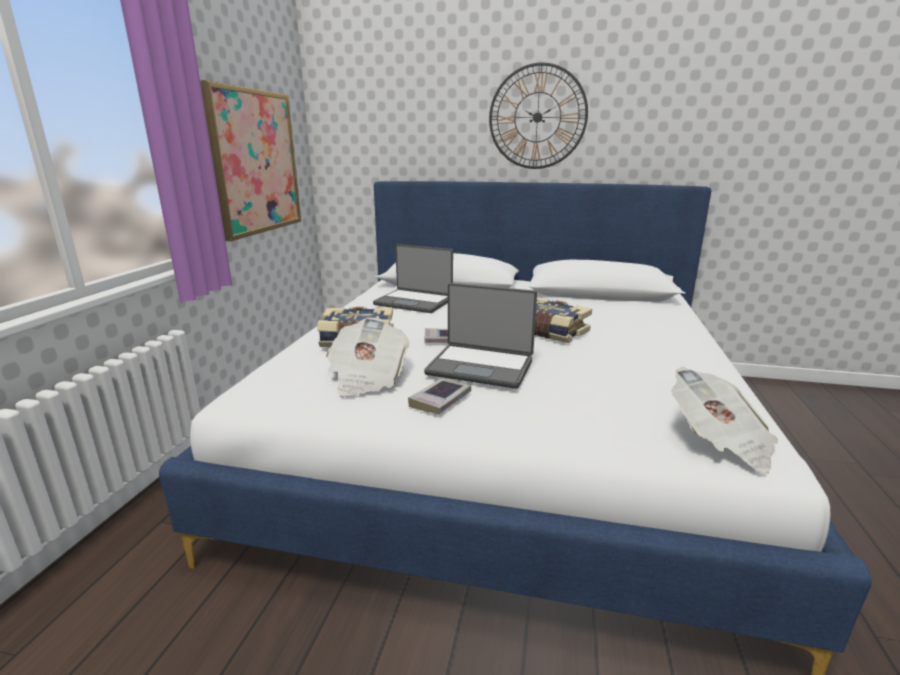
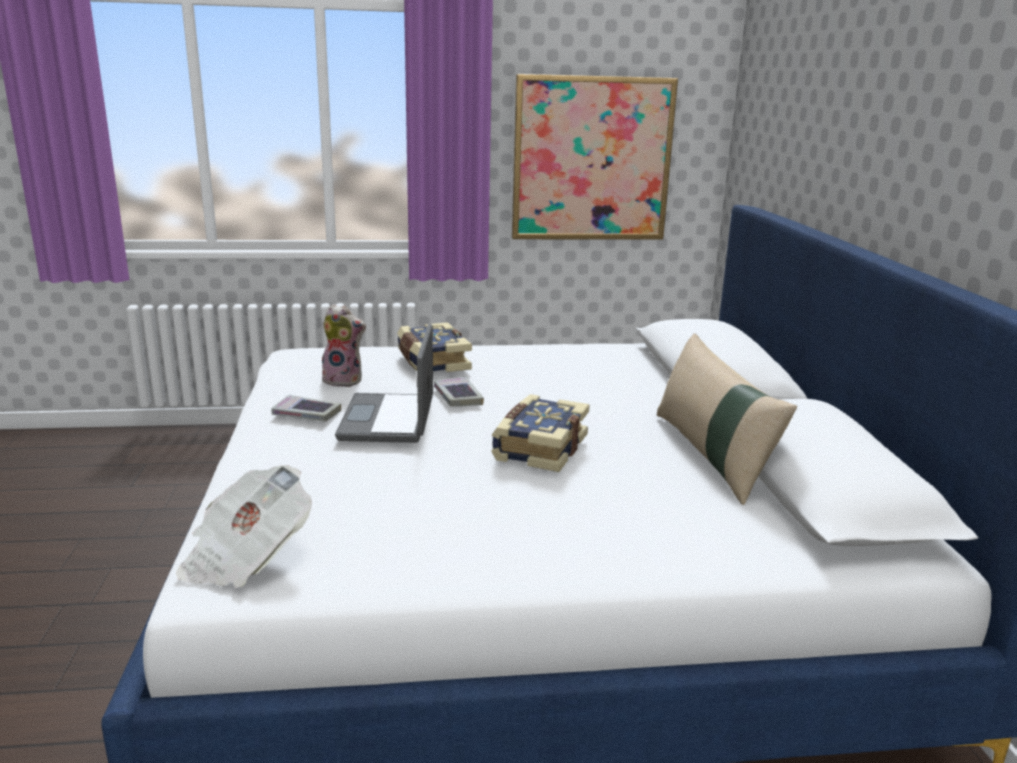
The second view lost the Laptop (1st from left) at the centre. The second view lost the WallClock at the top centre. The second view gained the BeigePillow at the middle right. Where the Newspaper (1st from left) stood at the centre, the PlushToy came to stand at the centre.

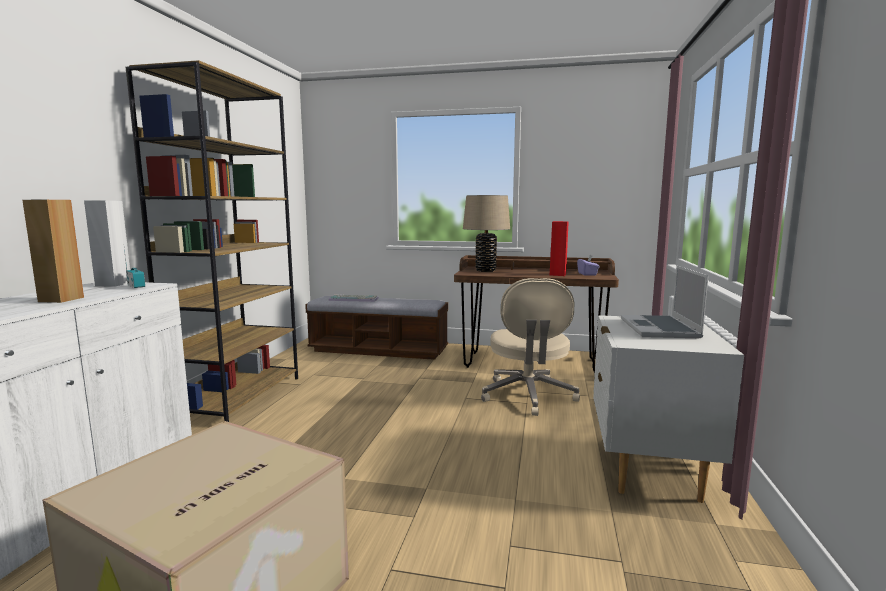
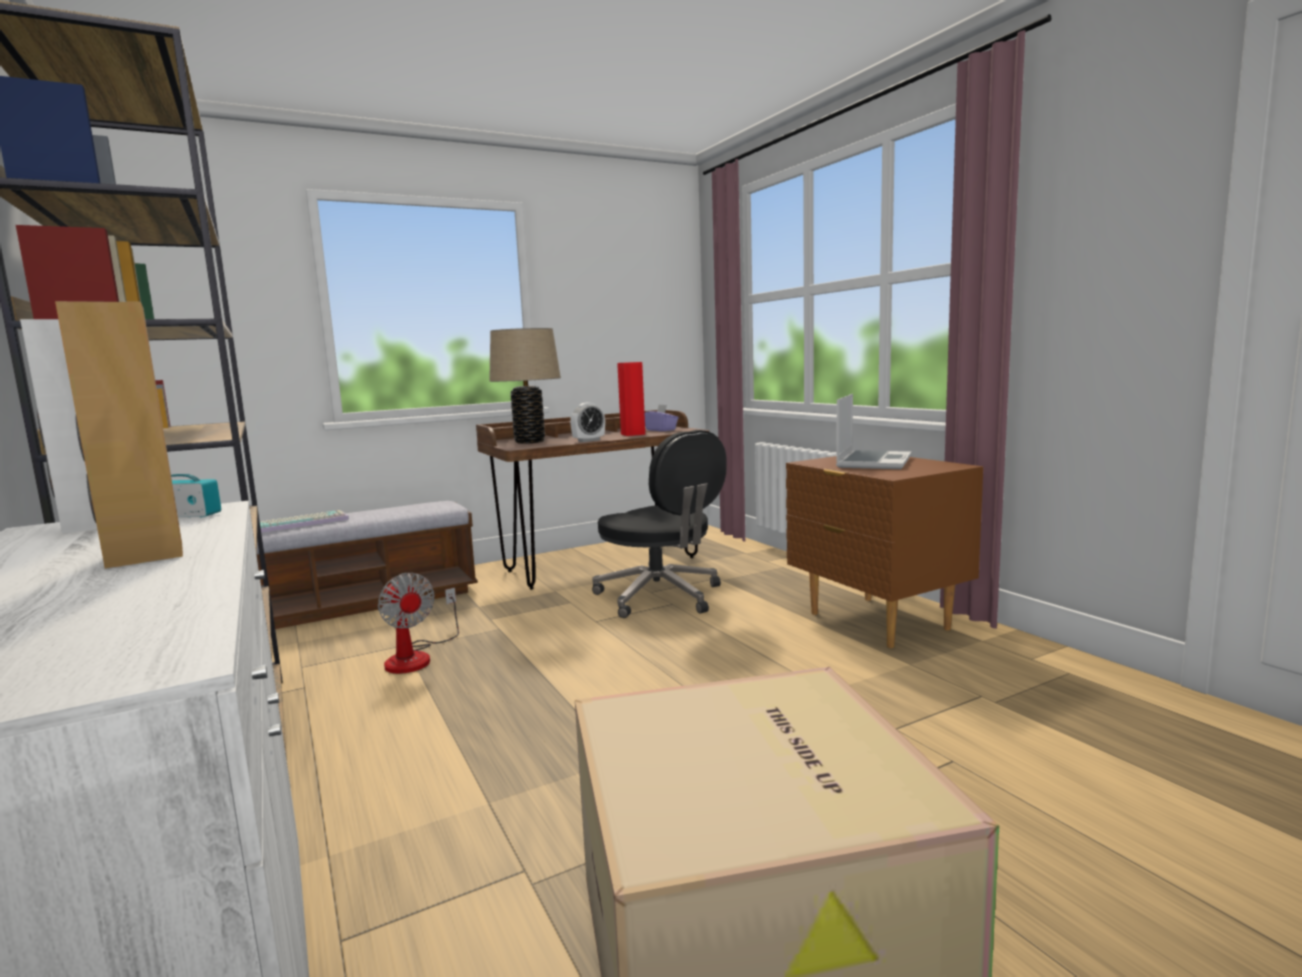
The second view gained the Fan at the middle left. The second view gained the AlarmClock at the centre. What was the BeigeOfficeChair at the centre turned into the BlackOfficeChair at the centre. What was the WhiteNightstand at the bottom right turned into the BrownNightstand at the middle right. The Laptop at the middle right ended up facing another way, 120 degrees counterclockwise from before.

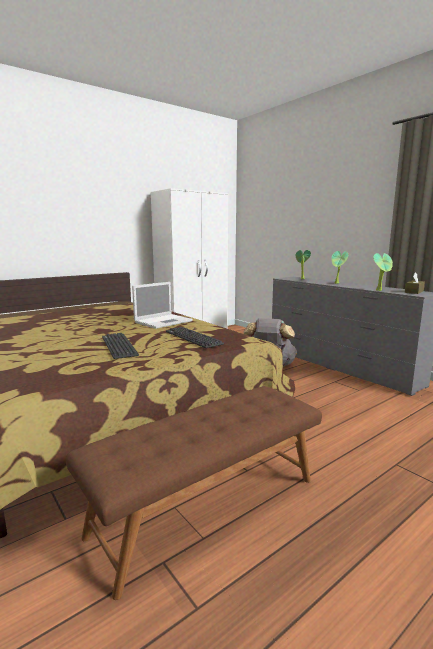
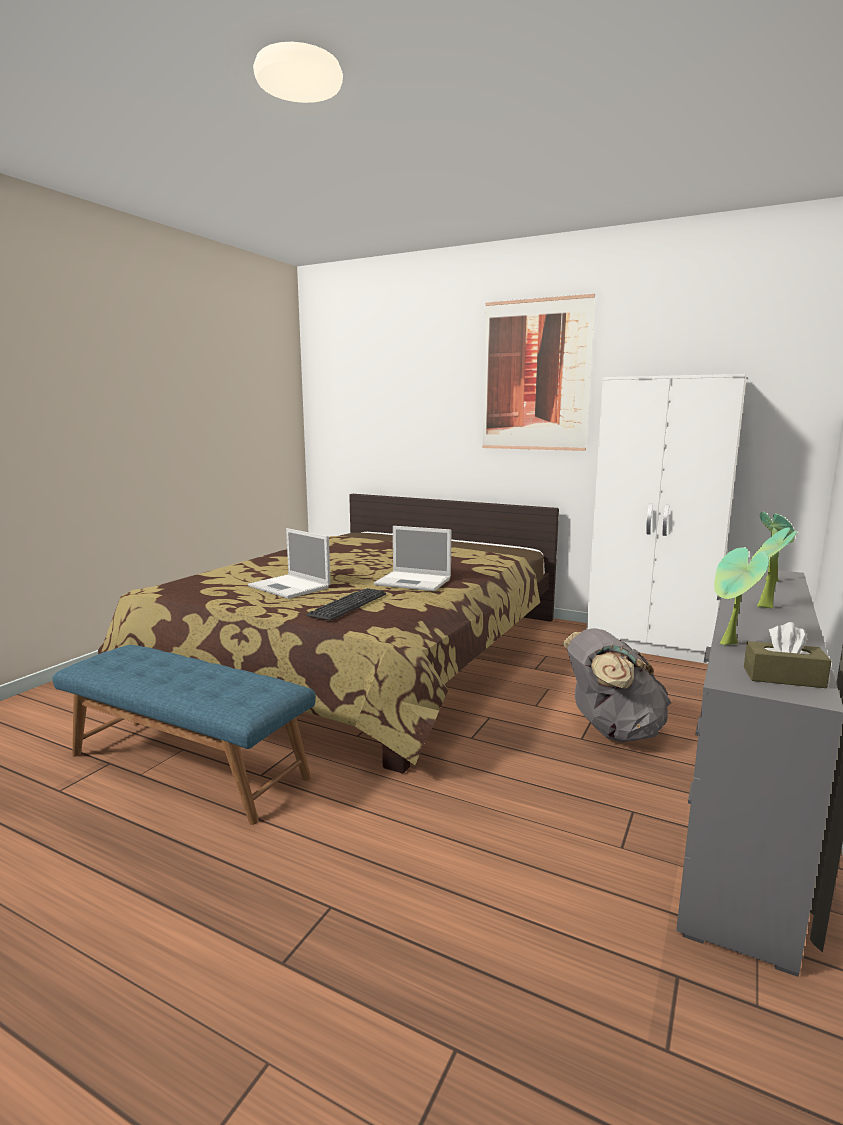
The second view gained the Picture at the top centre. Where the Keyboard (1st from left) stood at the middle left, the Laptop (1st from left) came to stand at the centre. What was the BrownBench at the bottom centre turned into the BlueBench at the middle left.

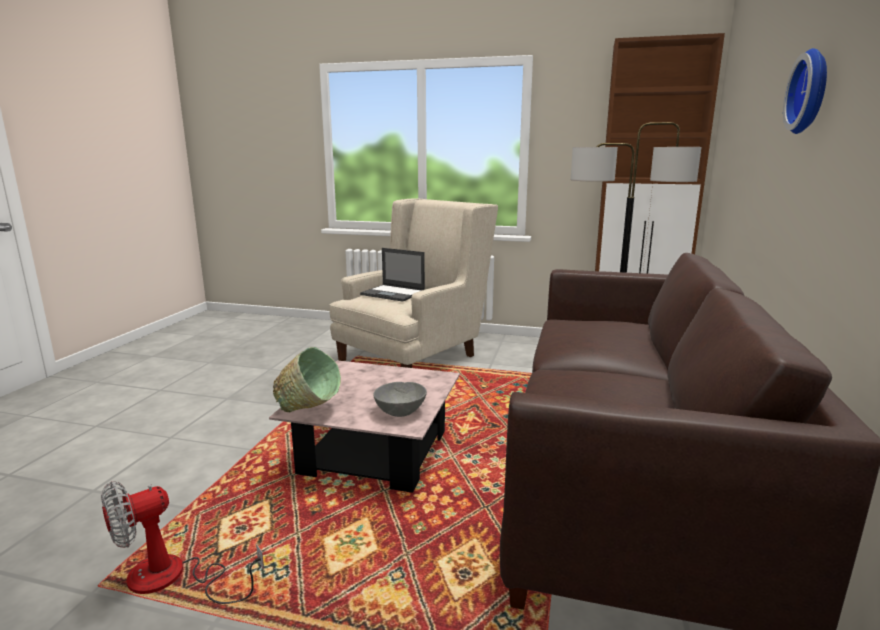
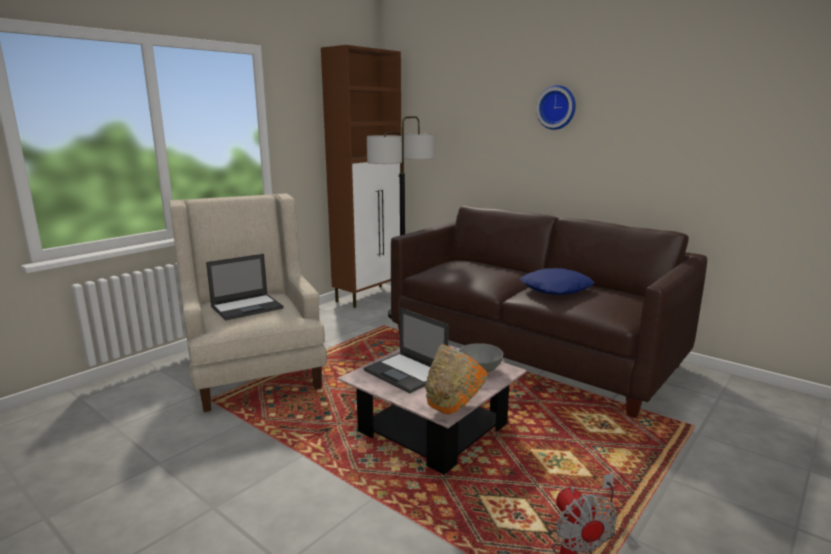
The second view gained the Laptop (2nd from left) at the centre. The second view gained the BluePillow at the middle right. What was the GreenBowl at the centre turned into the OrangeBowl at the bottom centre.

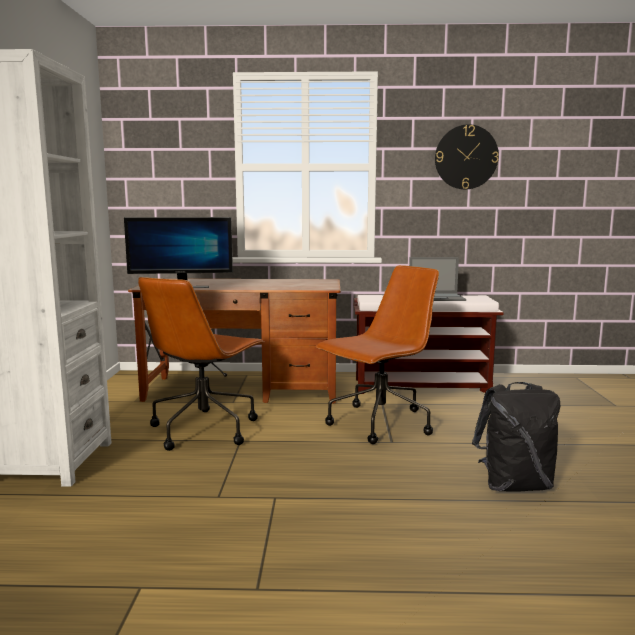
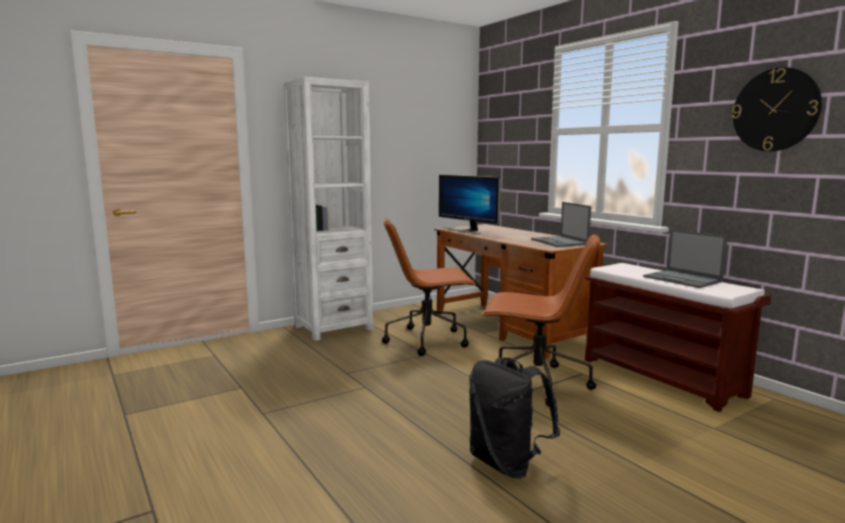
The second view gained the Laptop (1st from left) at the centre.

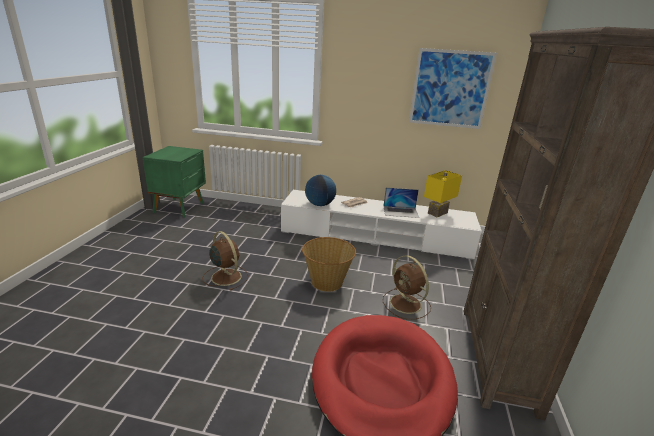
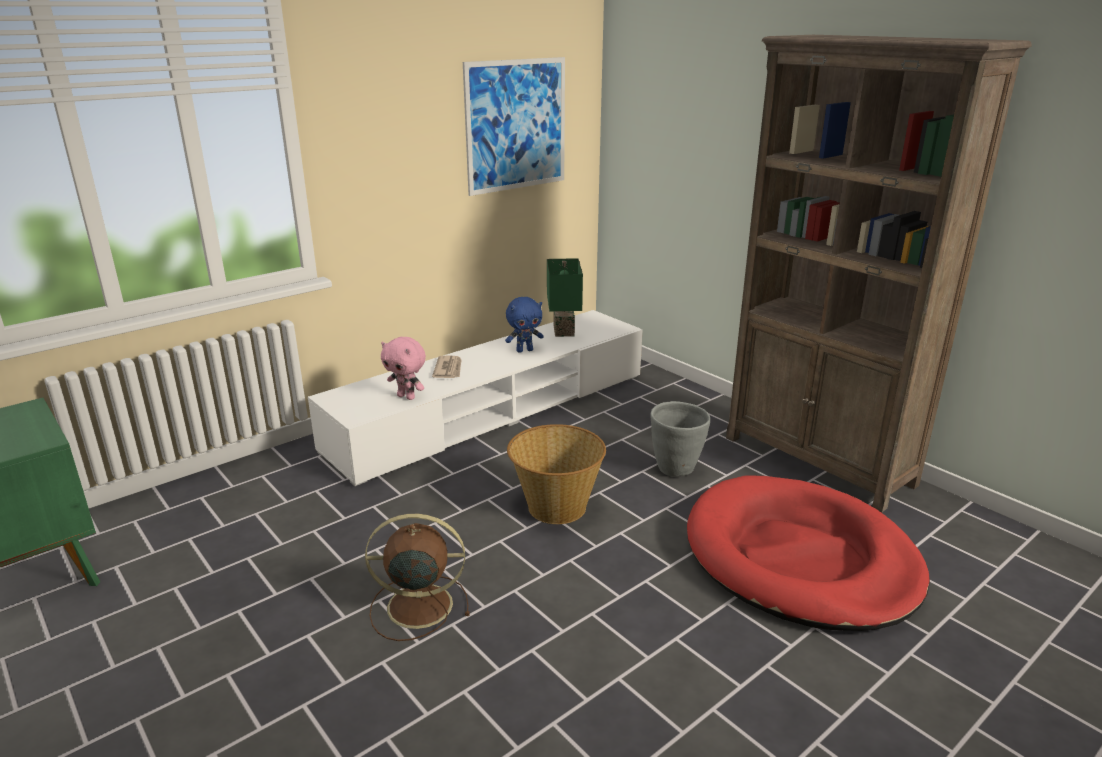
Where the Globe stood at the centre, the PinkPlushToy came to stand at the centre. Where the Laptop stood at the centre, the BluePlushToy came to stand at the centre. Where the BrownFan (2nd from left) stood at the centre, the GreyPlanter came to stand at the centre. What was the YellowTableLamp at the middle right turned into the GreenTableLamp at the centre.

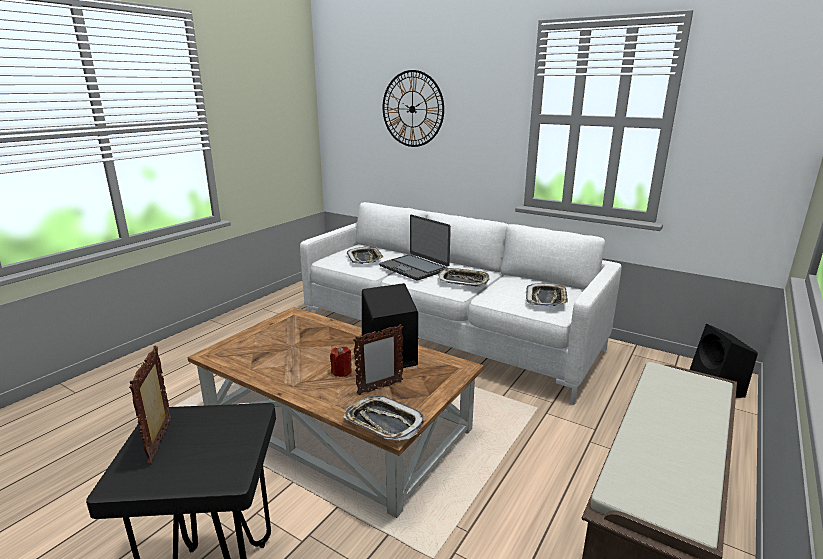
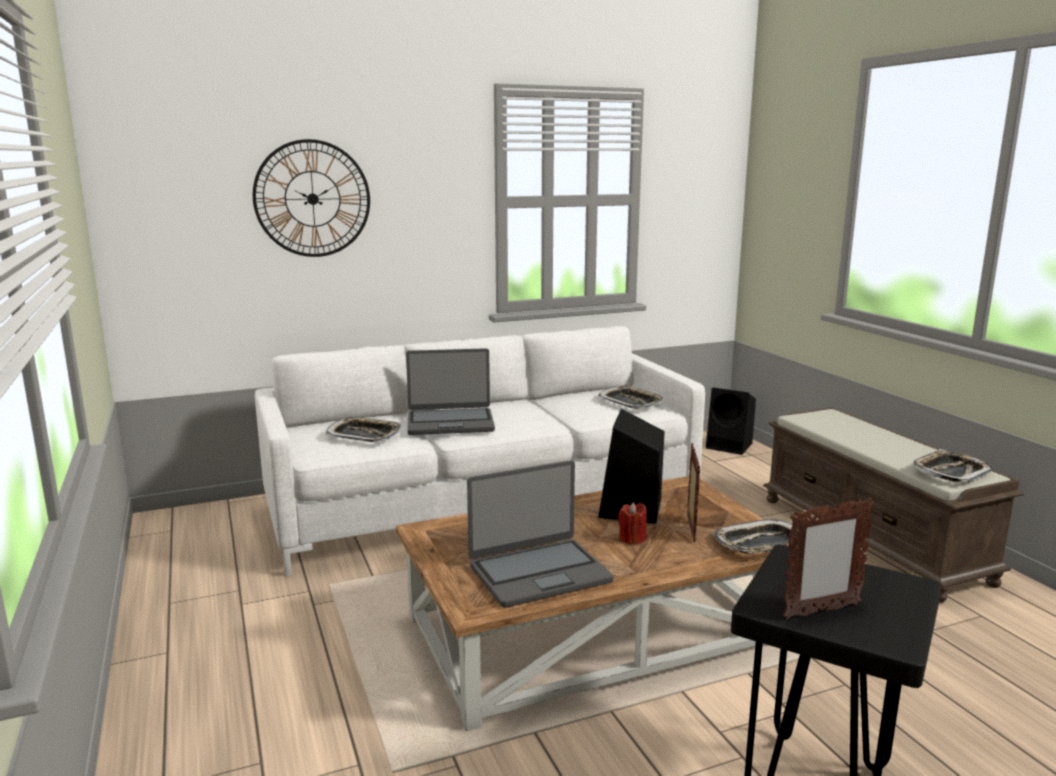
The second view gained the Laptop (2nd from left) at the bottom centre. The Tray (3rd from left in the first image) ended up elsewhere, having gone from the centre to the middle right. The PictureFrame (1st from left in the first image) at the bottom left ended up facing another way, 45 degrees counterclockwise from before.

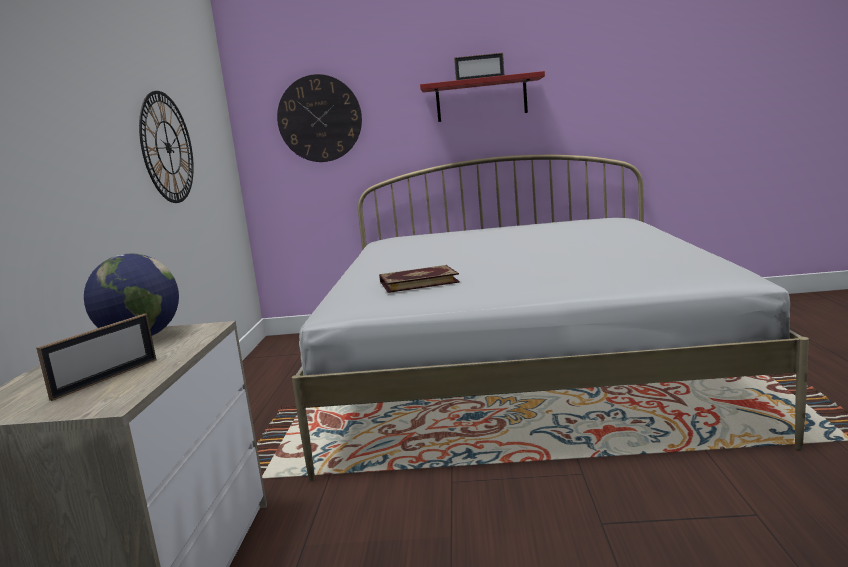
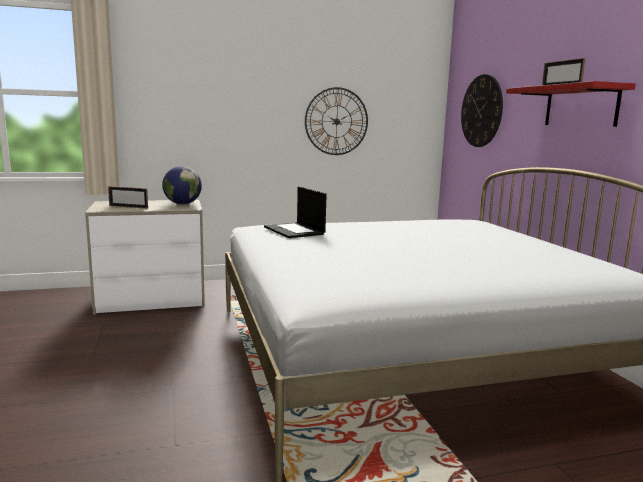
Where the Book stood at the centre, the Laptop came to stand at the centre.

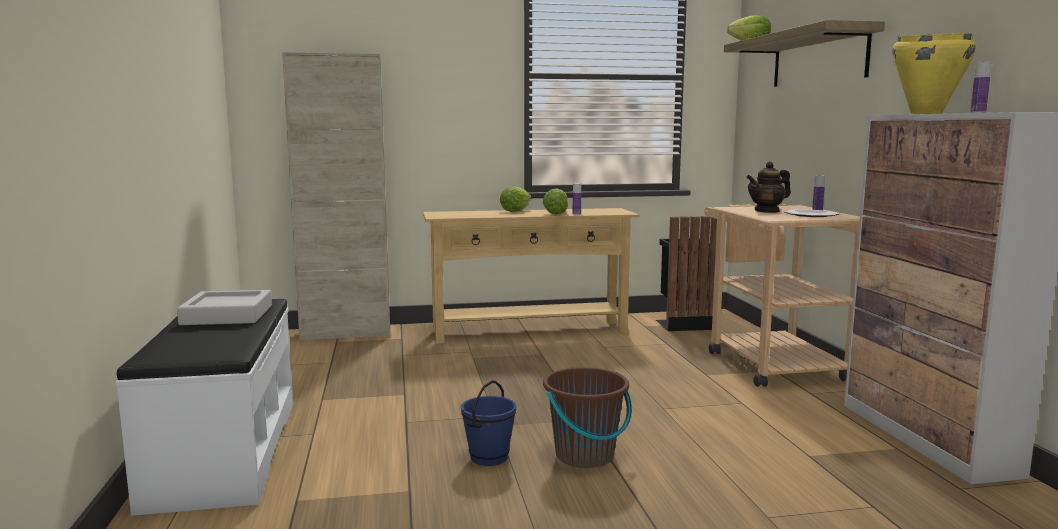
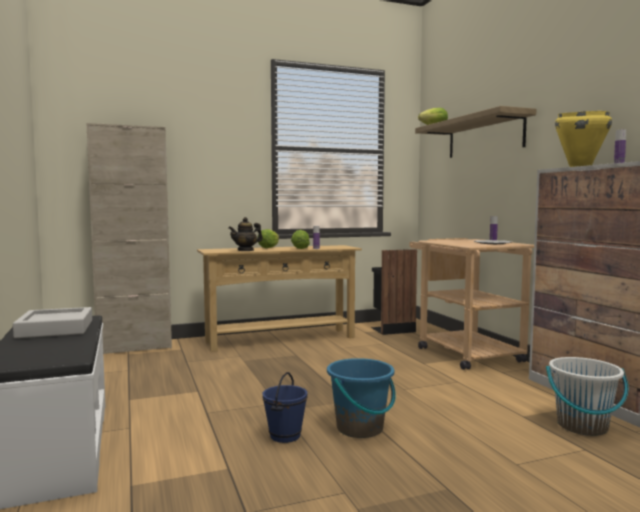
The second view gained the WhiteBucket at the bottom right. The Teapot ended up elsewhere, having gone from the middle right to the centre. What was the BrownBucket at the bottom centre turned into the BlueBucket (2nd from left) at the bottom centre.

